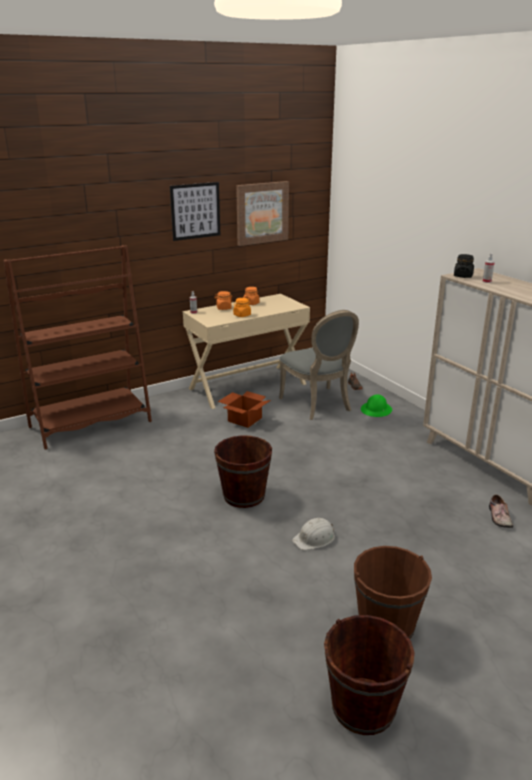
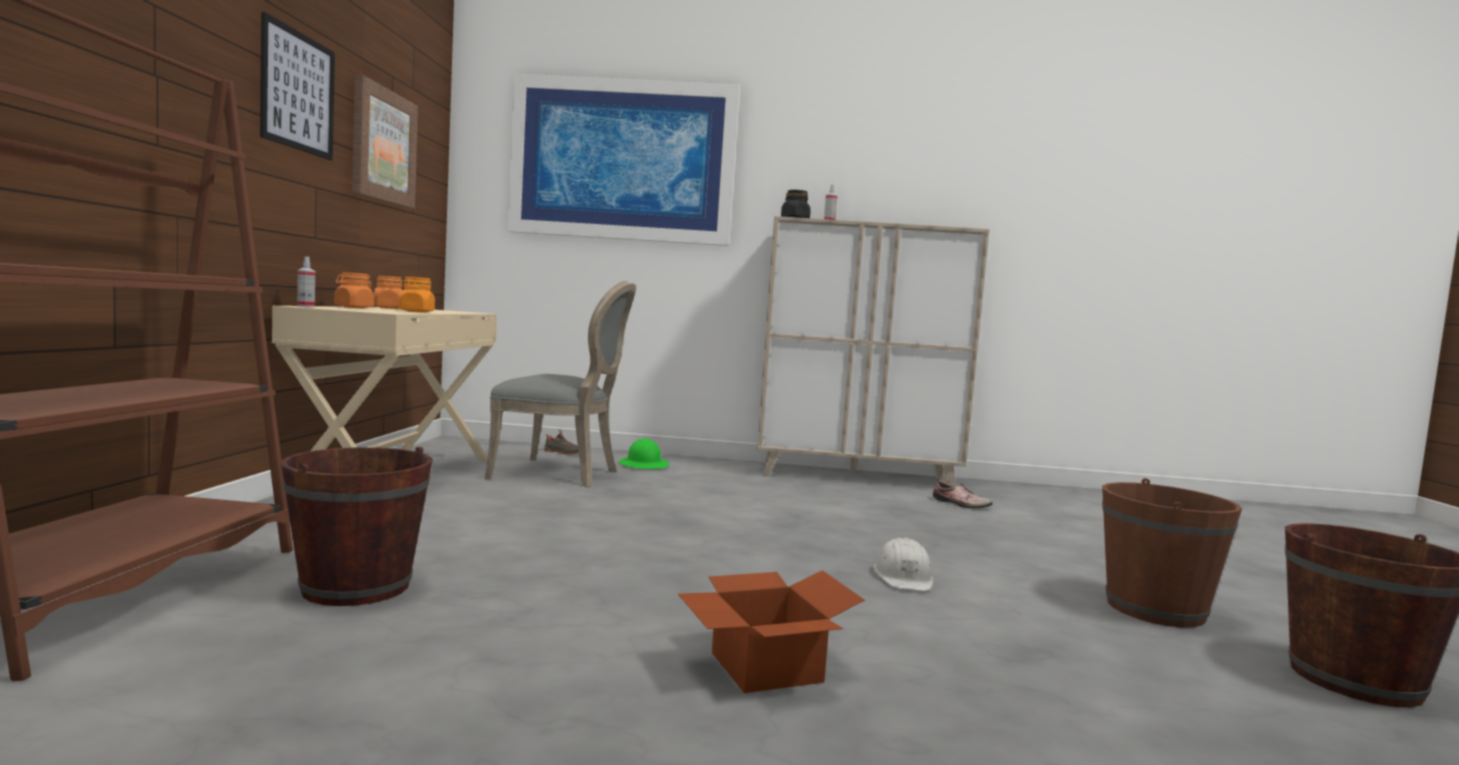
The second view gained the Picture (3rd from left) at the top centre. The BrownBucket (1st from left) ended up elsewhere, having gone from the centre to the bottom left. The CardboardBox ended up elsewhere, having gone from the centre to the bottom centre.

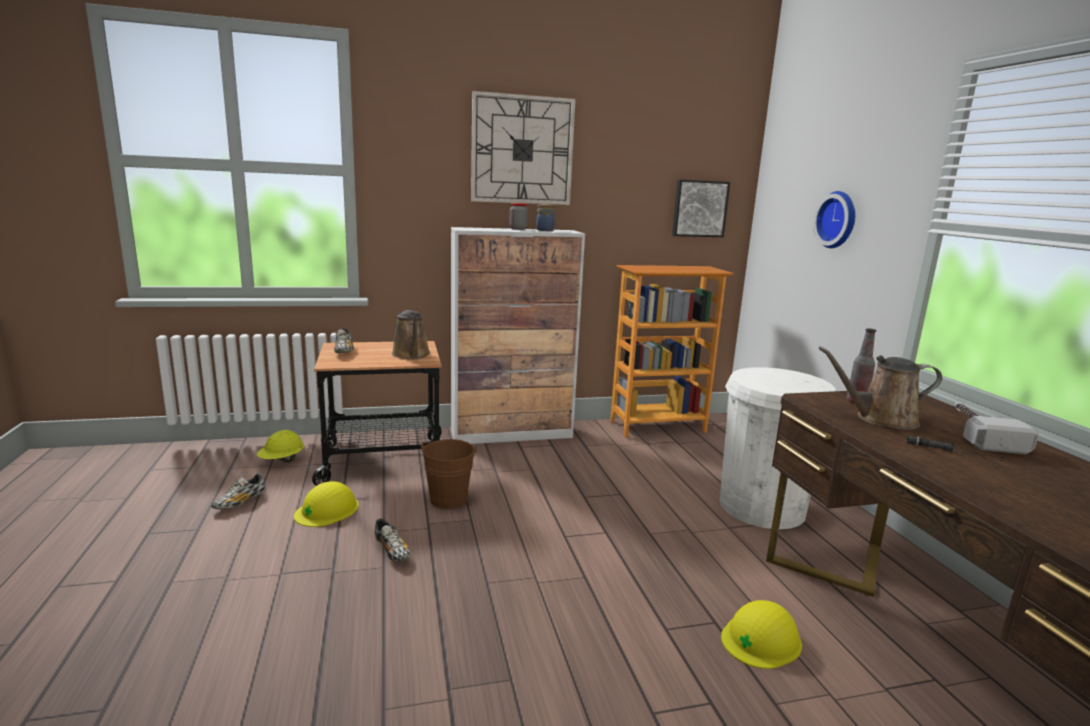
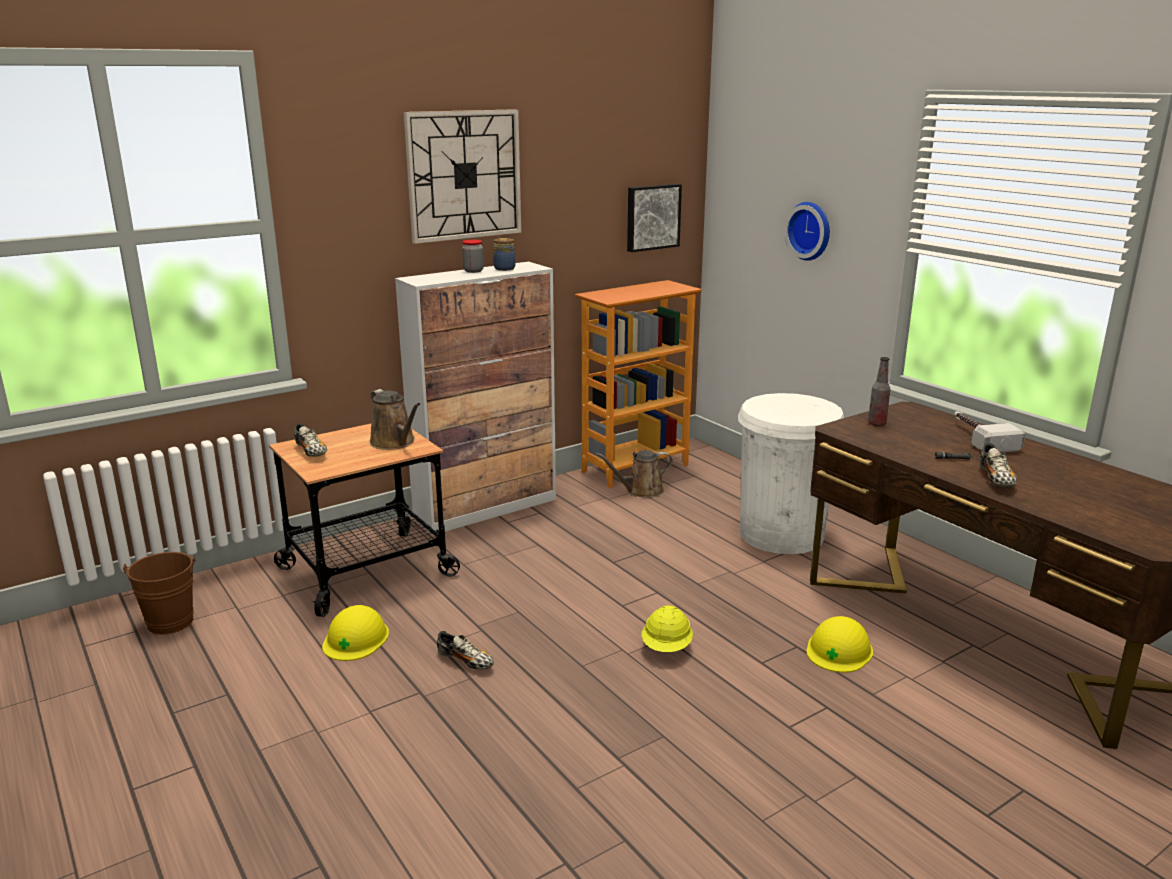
The Shoe (1st from left in the first image) ended up elsewhere, having gone from the bottom left to the middle right. The YellowHardHat (1st from left in the first image) ended up elsewhere, having gone from the middle left to the bottom centre. The BrownBucket ended up elsewhere, having gone from the centre to the bottom left. The BrownWateringCan (2nd from left) ended up elsewhere, having gone from the middle right to the centre.

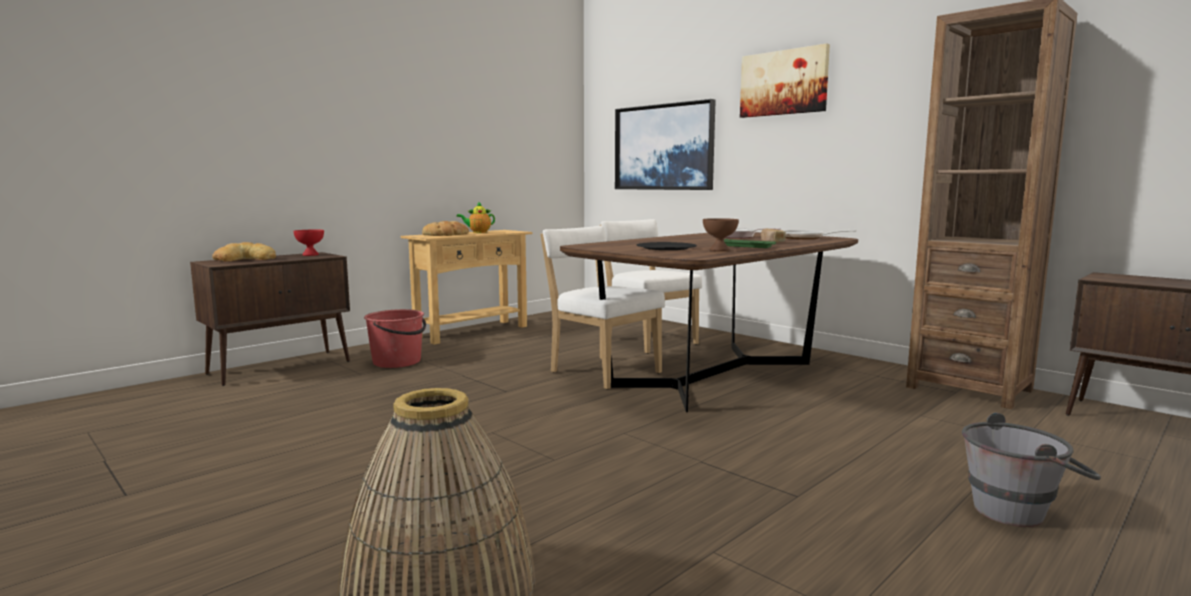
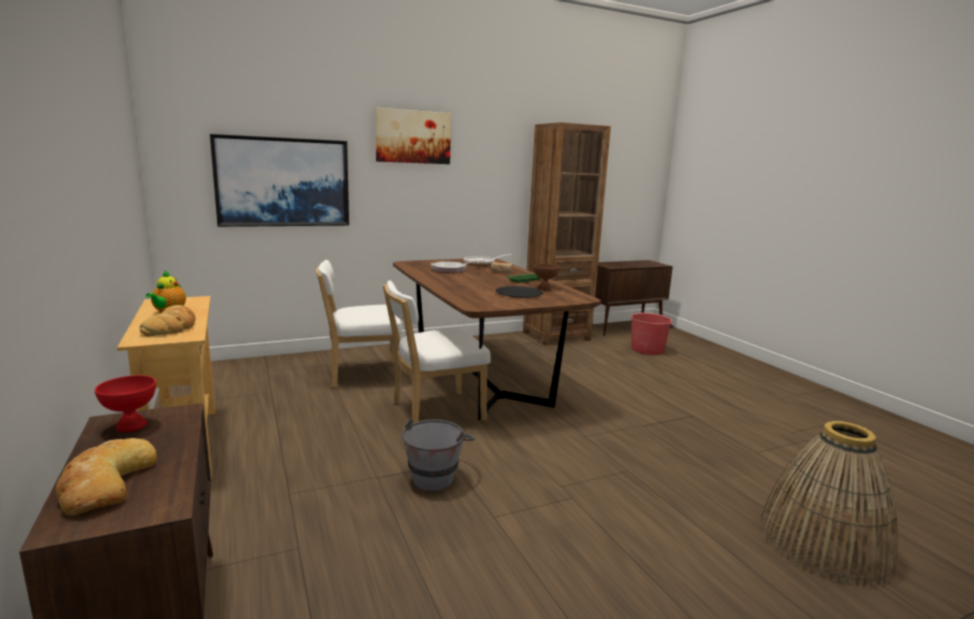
The RedBucket ended up elsewhere, having gone from the middle left to the middle right. The GreyBucket ended up elsewhere, having gone from the bottom right to the bottom centre.

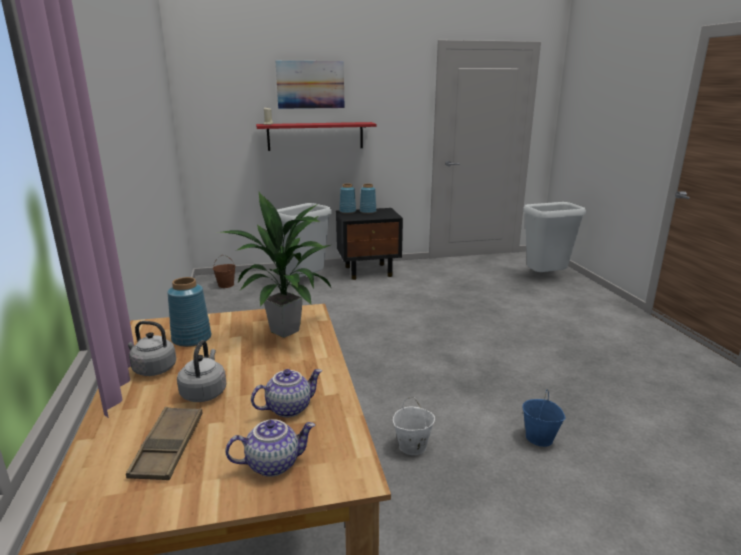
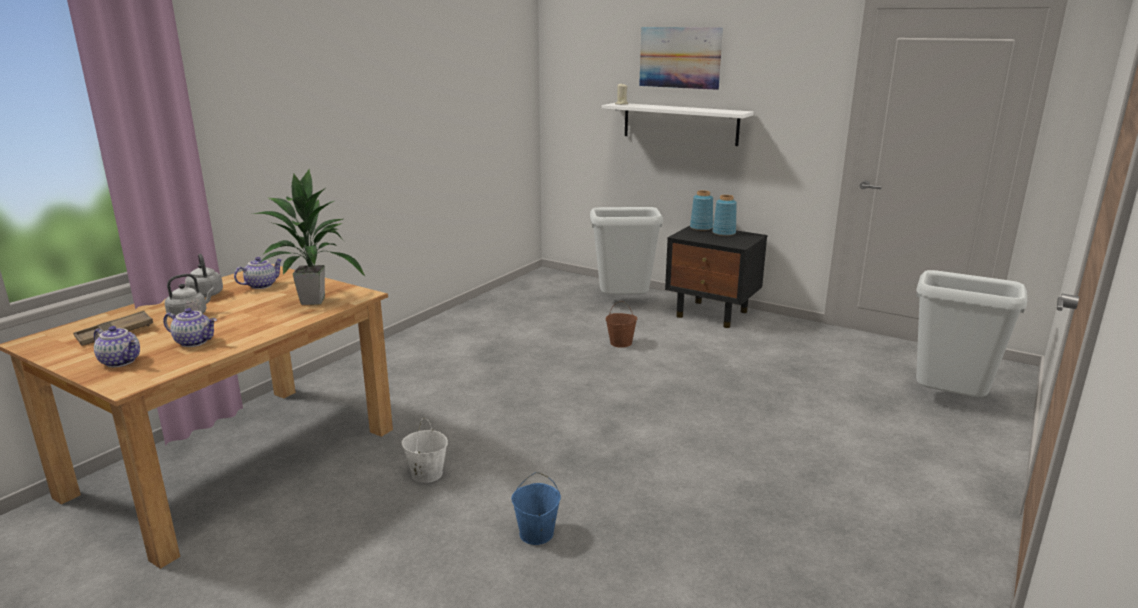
The BrownBucket ended up elsewhere, having gone from the middle left to the centre. Where the BlueVase (1st from left) stood at the middle left, the Teapot (3rd from left) came to stand at the middle left. What was the RedShelf at the top centre turned into the WhiteShelf at the top centre.

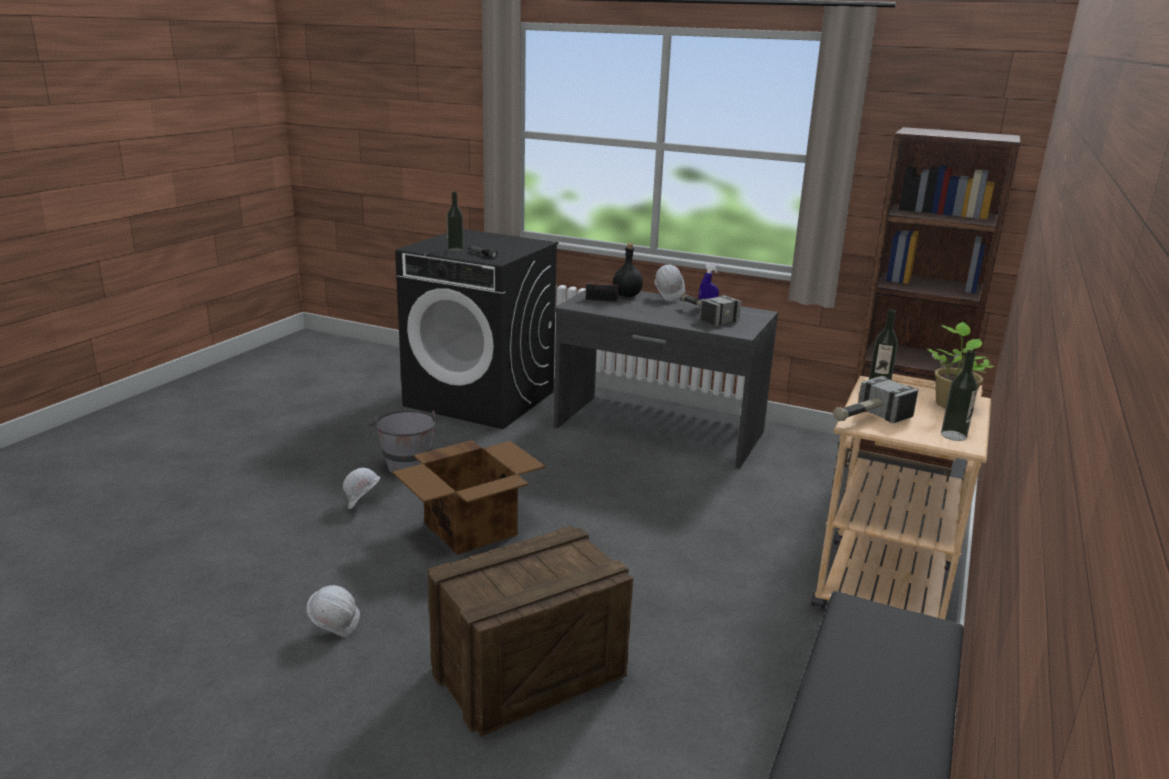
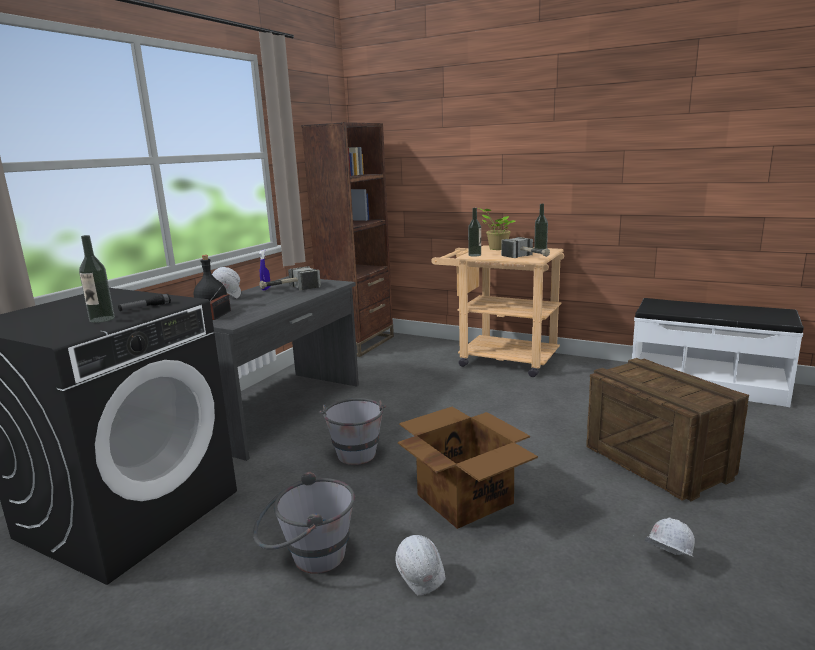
The second view gained the GreyBucket (2nd from left) at the centre.

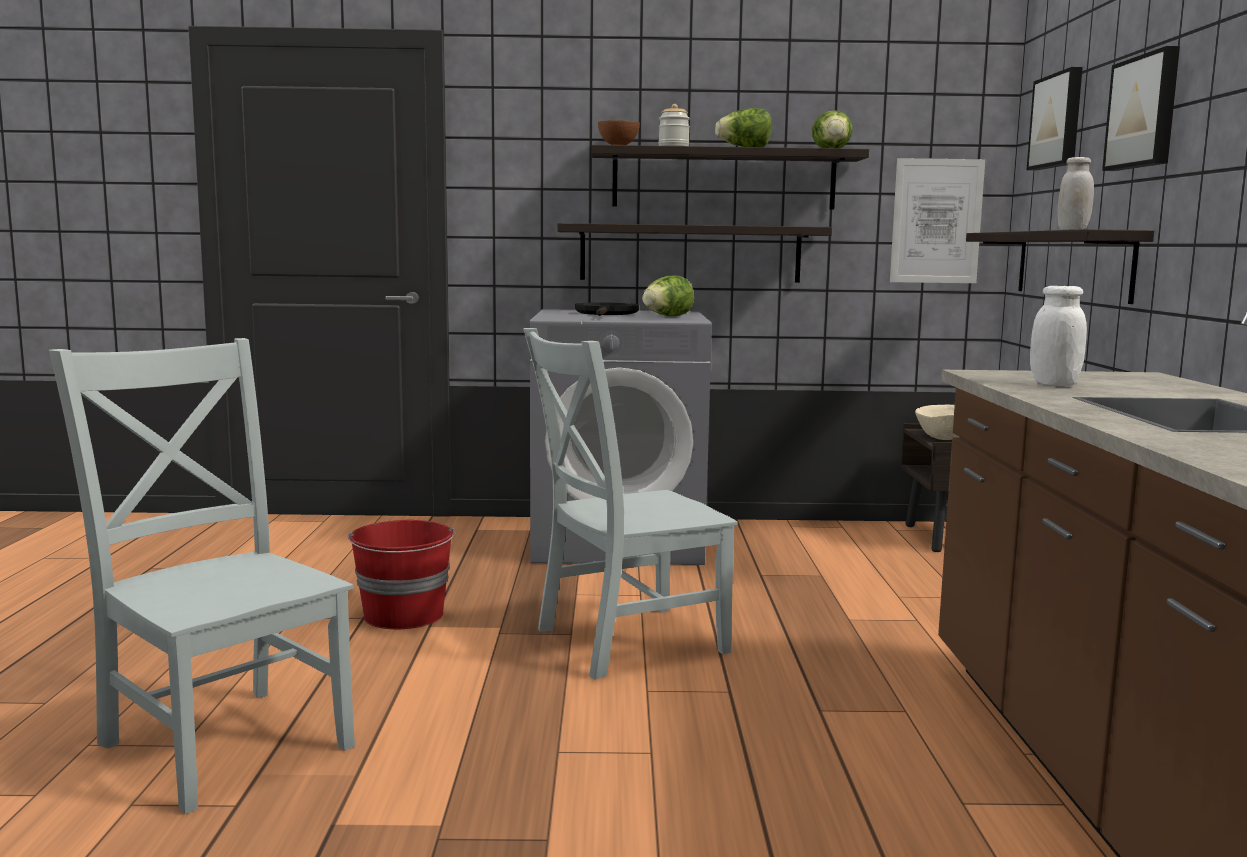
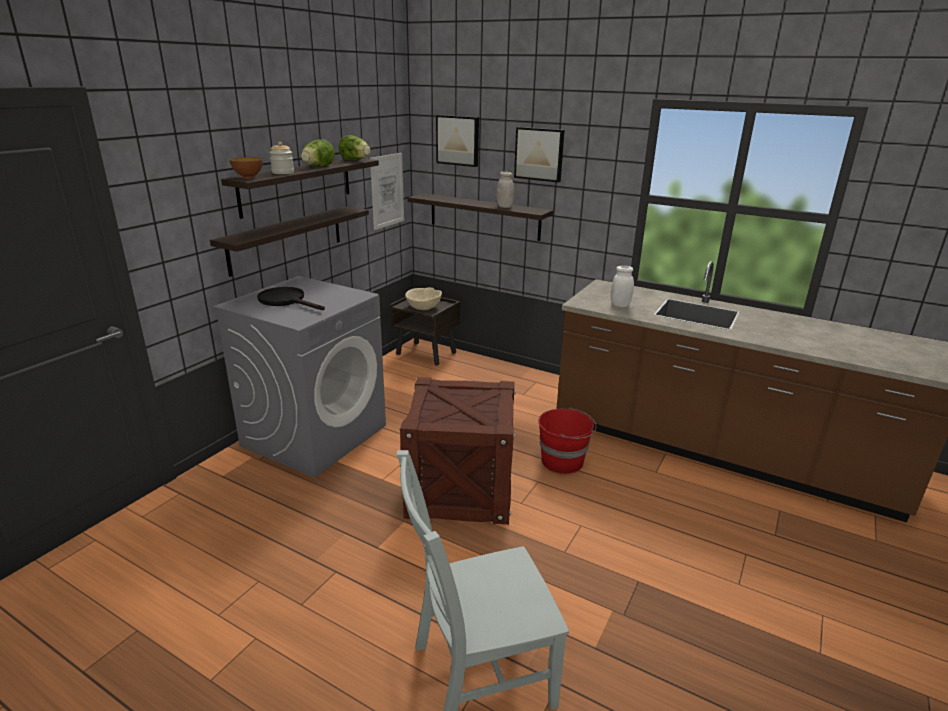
The second view lost the Lettuce (1st from left) at the centre. The RedBucket ended up elsewhere, having gone from the bottom left to the centre. Where the GreyChair (2nd from left) stood at the centre, the Crate came to stand at the centre.

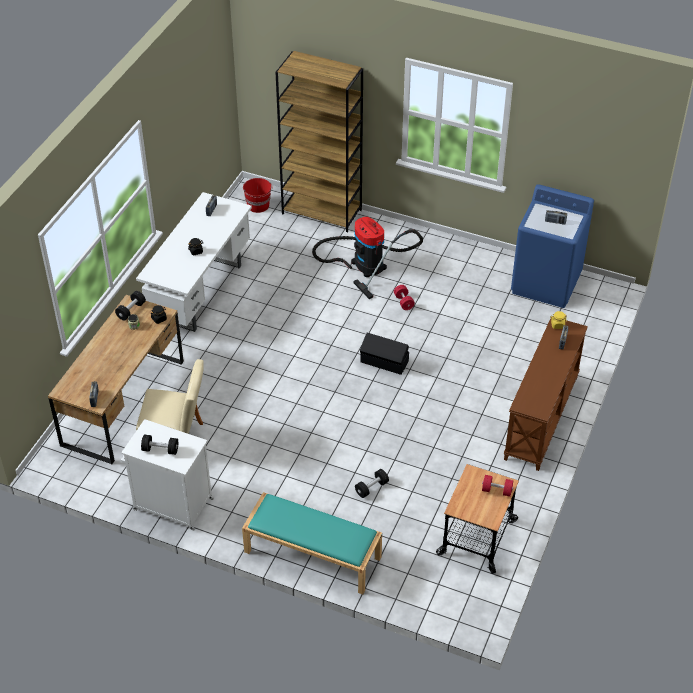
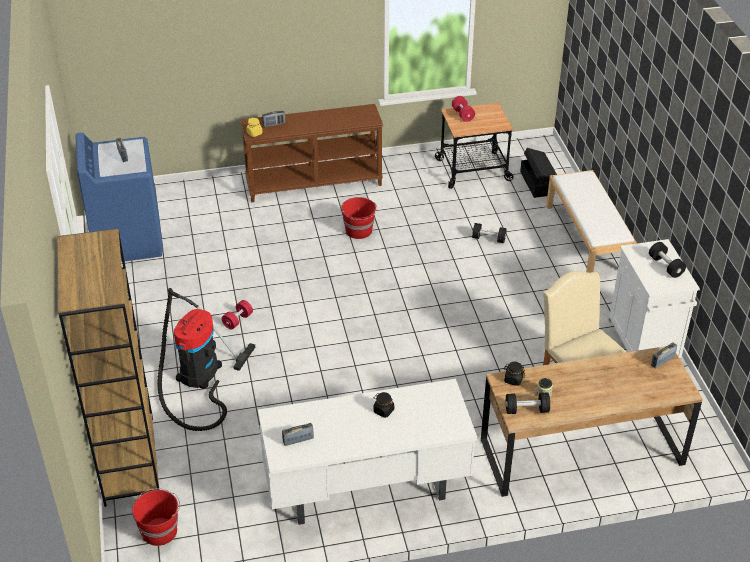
The second view gained the RedBucket (2nd from left) at the centre. The BlackStorageBox ended up elsewhere, having gone from the centre to the top right. What was the TurquoiseBench at the bottom centre turned into the WhiteBench at the middle right.

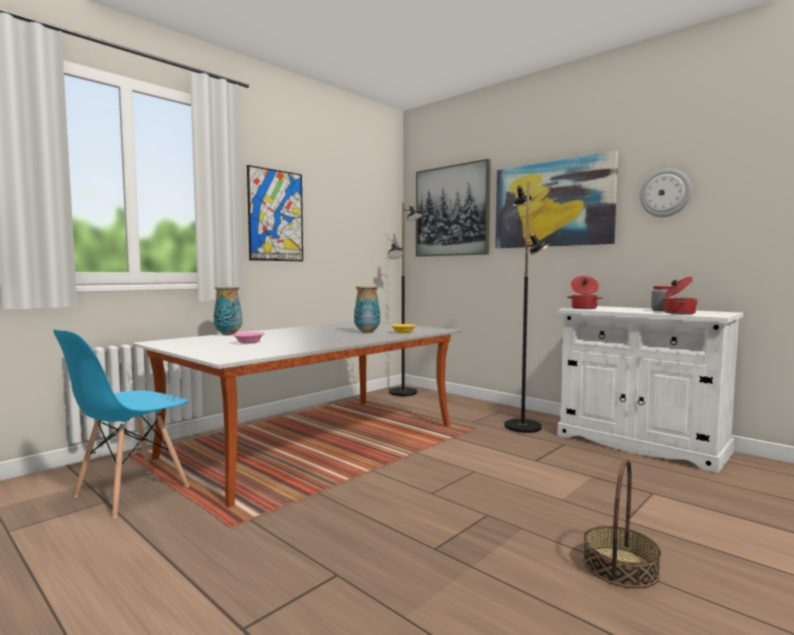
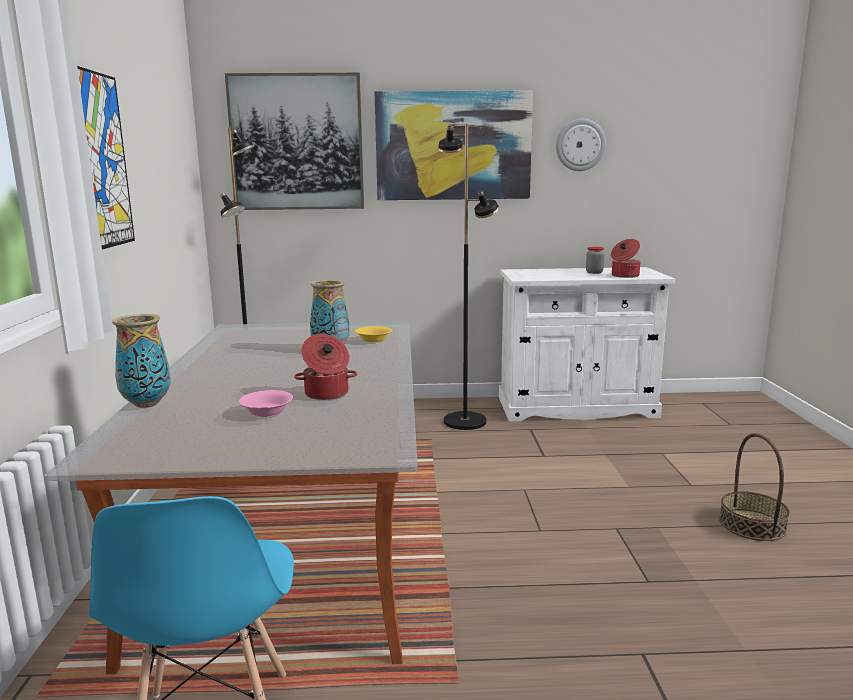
The CookingPot (1st from left) ended up elsewhere, having gone from the middle right to the centre.

